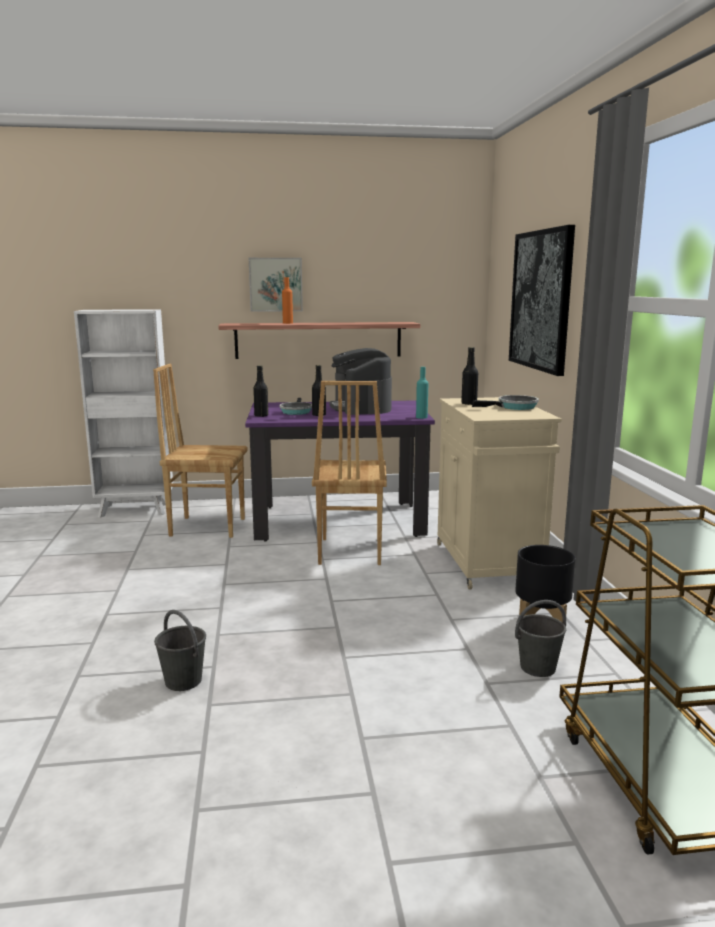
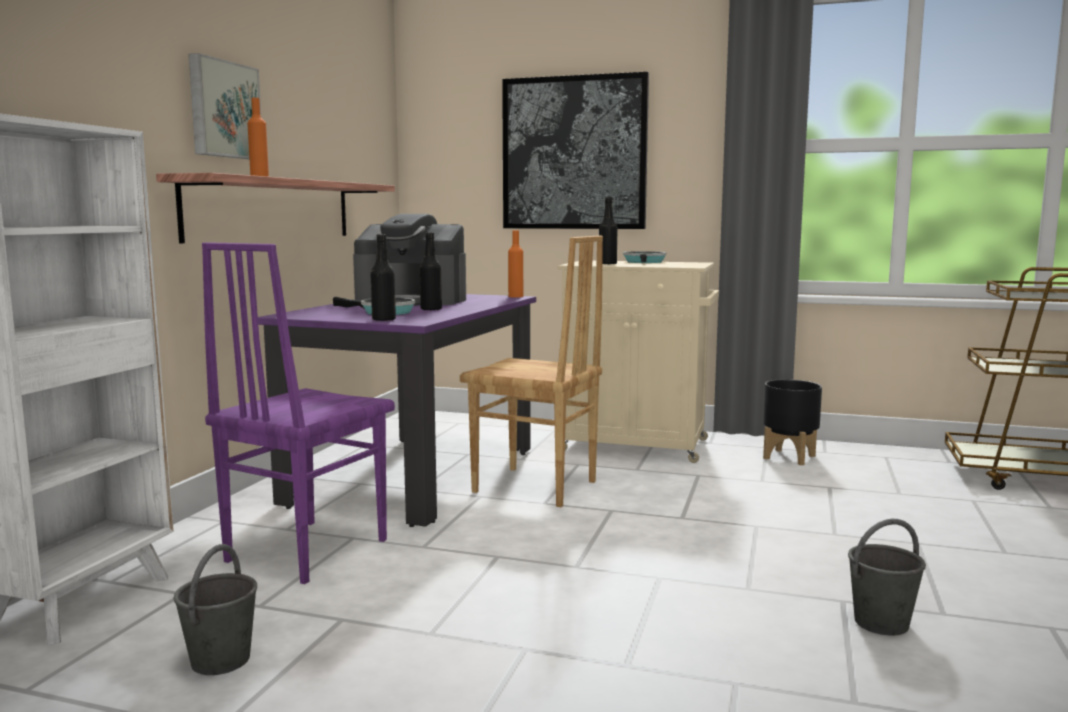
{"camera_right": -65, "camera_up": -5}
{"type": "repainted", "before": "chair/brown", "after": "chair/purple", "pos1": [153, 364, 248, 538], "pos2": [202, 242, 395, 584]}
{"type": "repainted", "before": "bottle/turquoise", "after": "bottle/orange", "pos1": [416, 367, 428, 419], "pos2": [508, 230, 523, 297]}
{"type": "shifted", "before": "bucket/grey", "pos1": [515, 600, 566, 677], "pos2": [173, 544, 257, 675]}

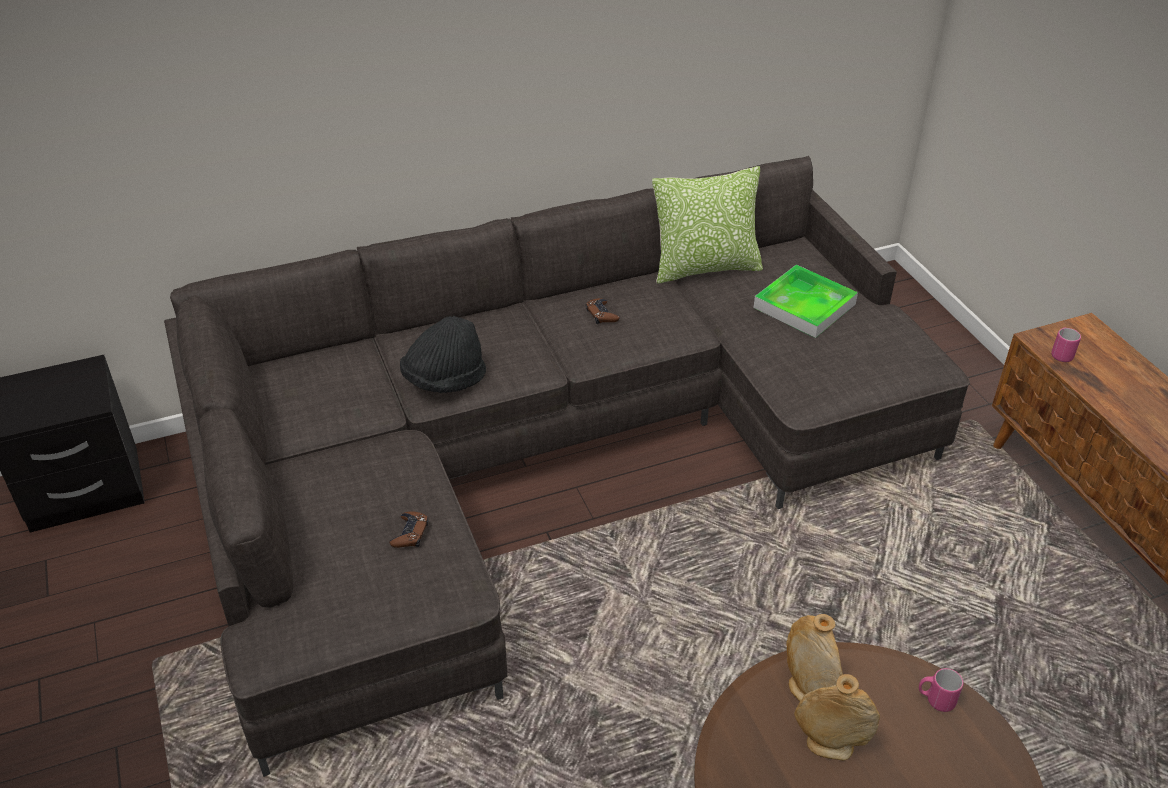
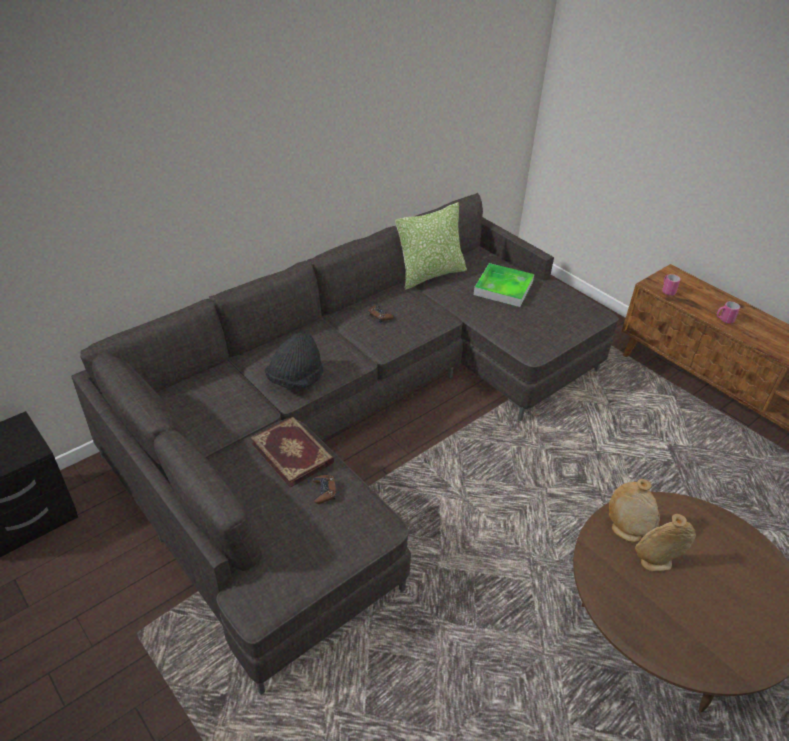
{"camera_right": -20, "camera_up": 0}
{"type": "shifted", "before": "mug/pink", "pos1": [919, 668, 963, 712], "pos2": [717, 301, 740, 324]}
{"type": "new", "after": "book", "pos2": [251, 417, 334, 488]}

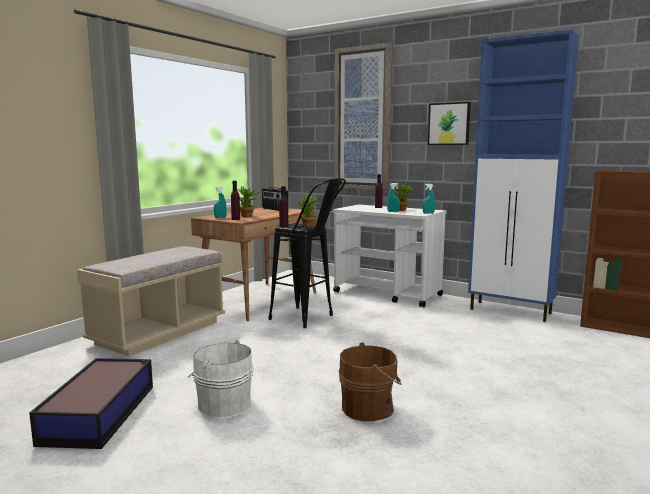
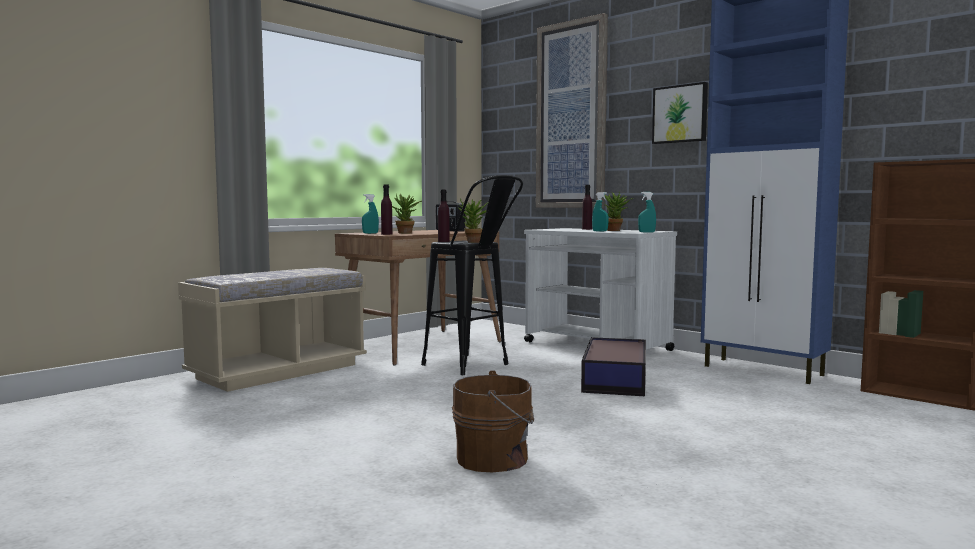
{"camera_right": 10, "camera_up": -5}
{"type": "gone", "before": "bucket/white", "pos1": [187, 340, 253, 417]}
{"type": "shifted", "before": "storage box", "pos1": [29, 358, 153, 449], "pos2": [581, 337, 646, 396]}

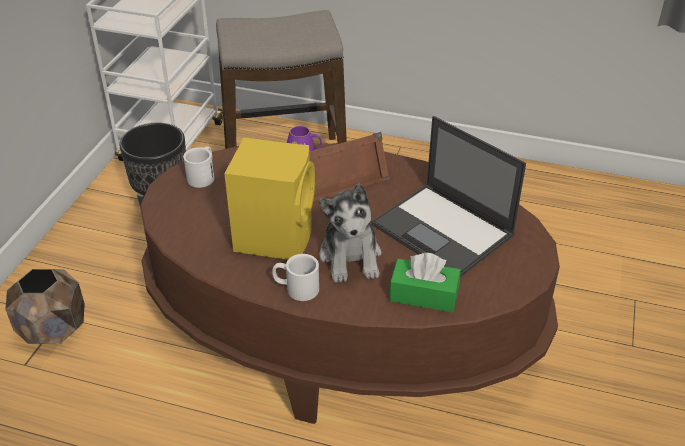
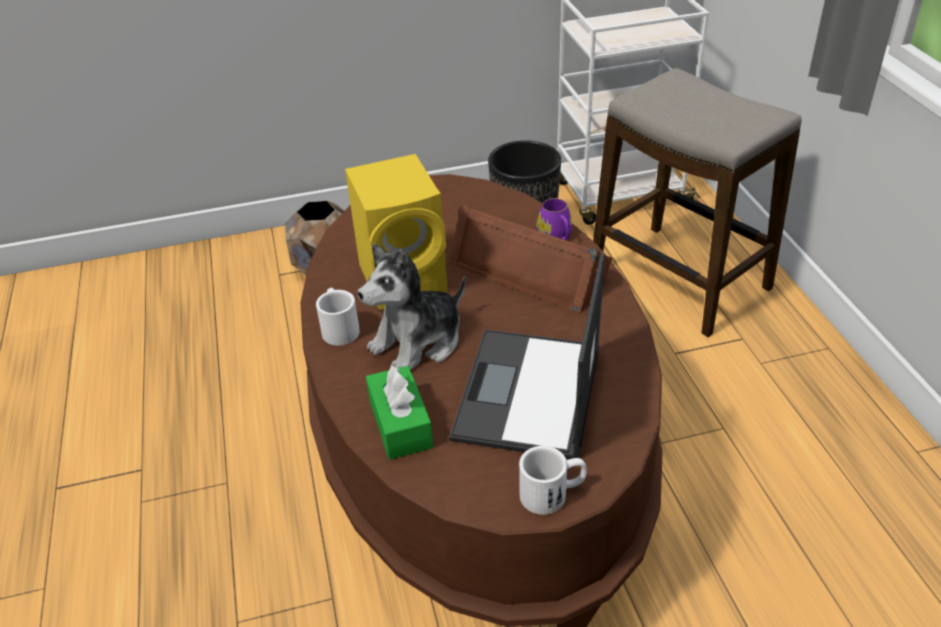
{"camera_right": 60, "camera_up": 0}
{"type": "shifted", "before": "mug/white", "pos1": [183, 146, 214, 188], "pos2": [519, 446, 587, 515]}

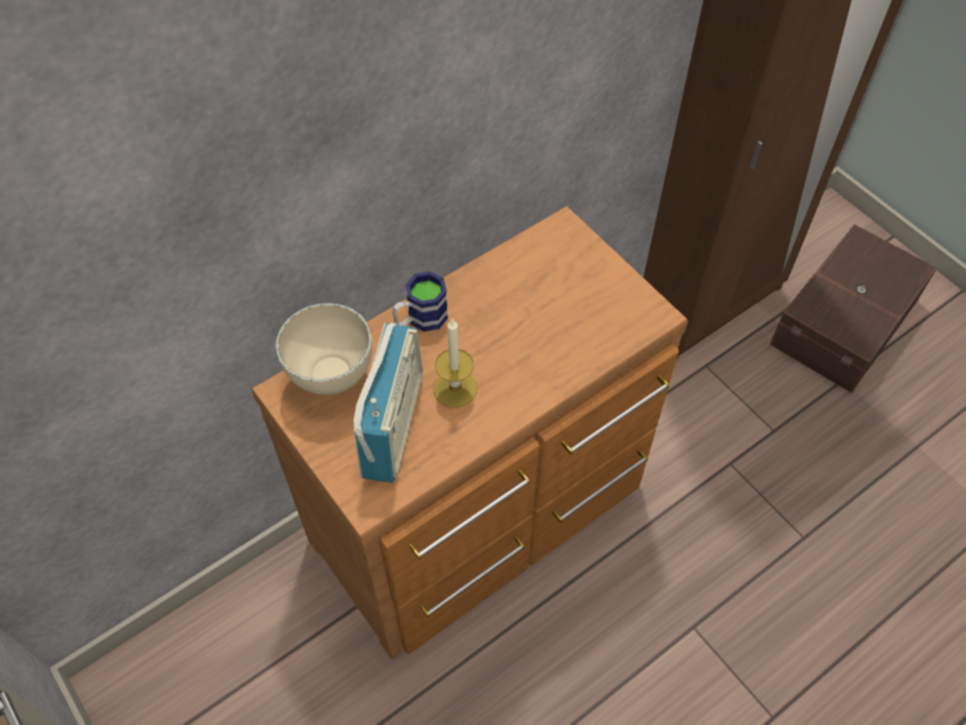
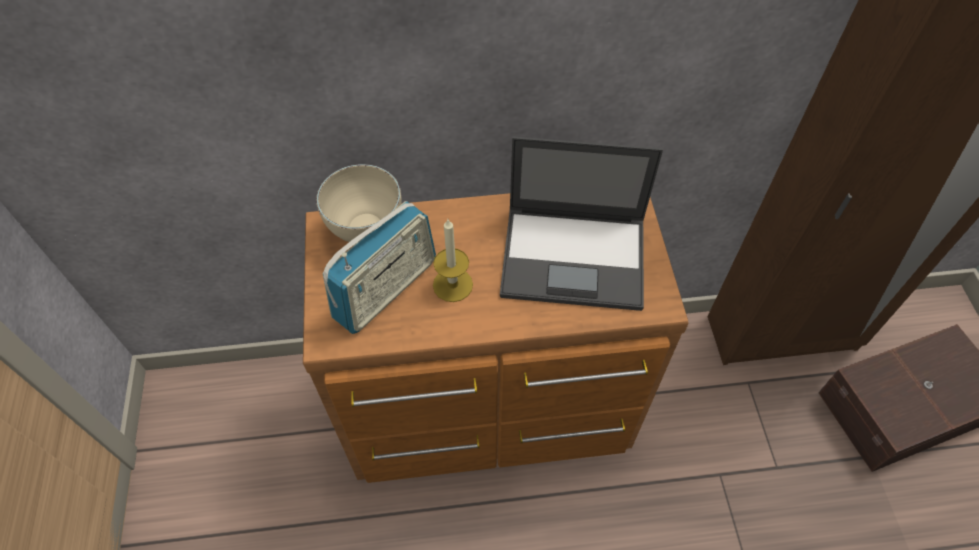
{"camera_right": 30, "camera_up": 0}
{"type": "gone", "before": "mug", "pos1": [392, 271, 448, 332]}
{"type": "new", "after": "laptop", "pos2": [500, 136, 663, 311]}

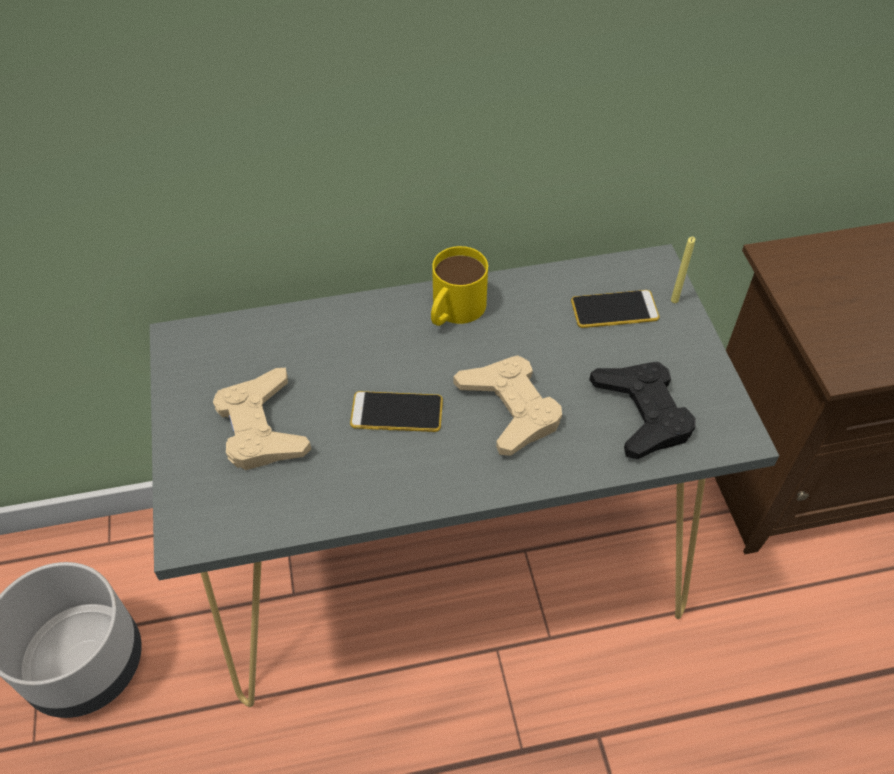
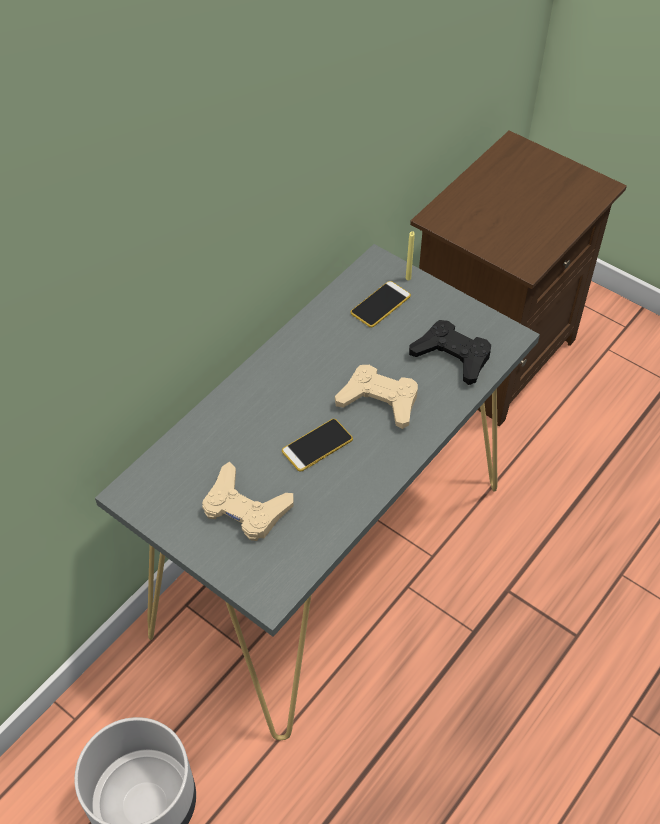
{"camera_right": -40, "camera_up": 0}
{"type": "gone", "before": "mug/yellow", "pos1": [431, 246, 488, 326]}

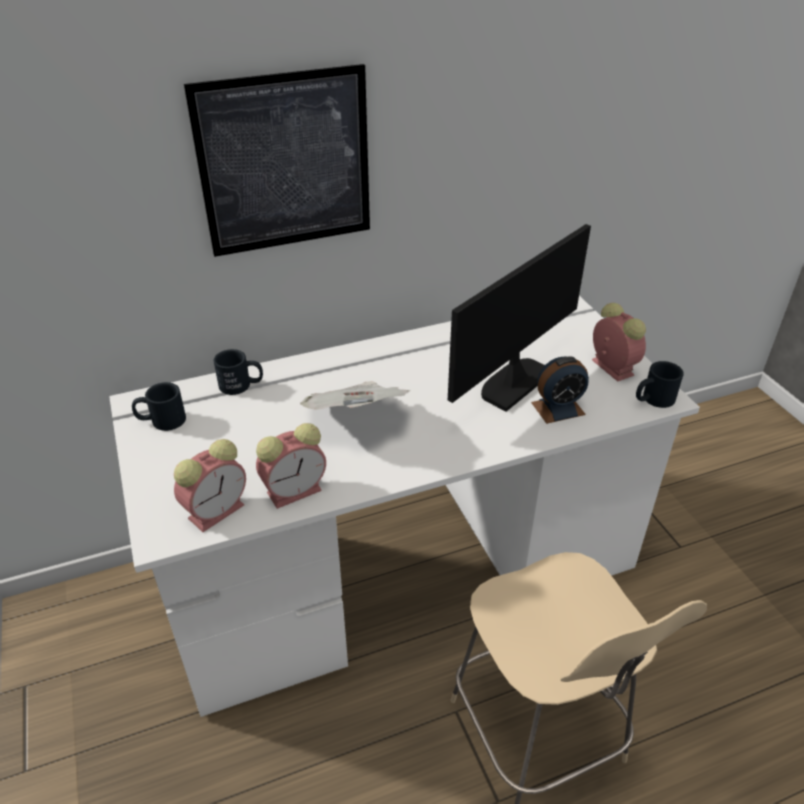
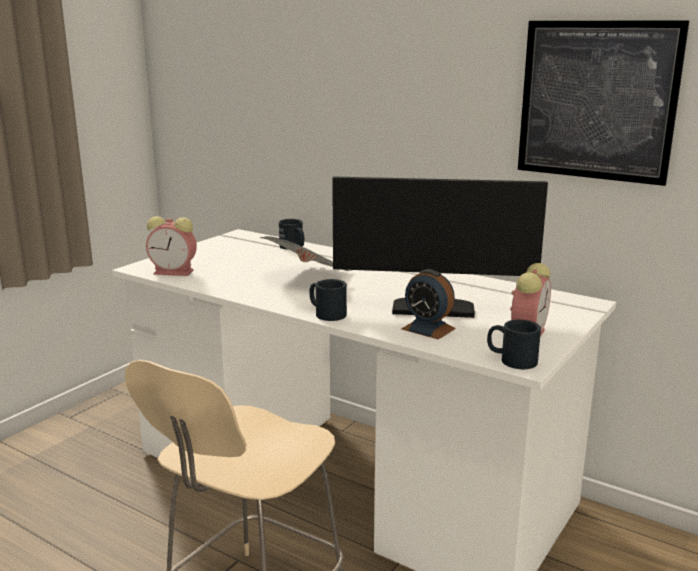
{"camera_right": 55, "camera_up": -20}
{"type": "shifted", "before": "picture", "pos1": [184, 64, 370, 257], "pos2": [518, 21, 689, 186]}
{"type": "shifted", "before": "mug/black", "pos1": [132, 382, 186, 431], "pos2": [309, 279, 347, 321]}
{"type": "gone", "before": "alarm clock", "pos1": [256, 423, 326, 509]}

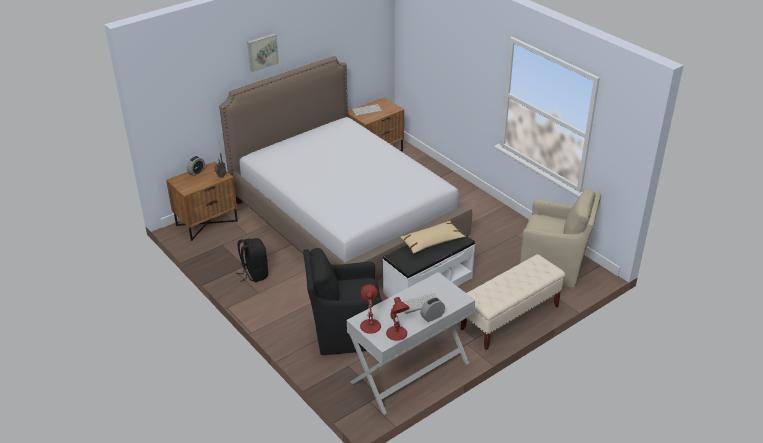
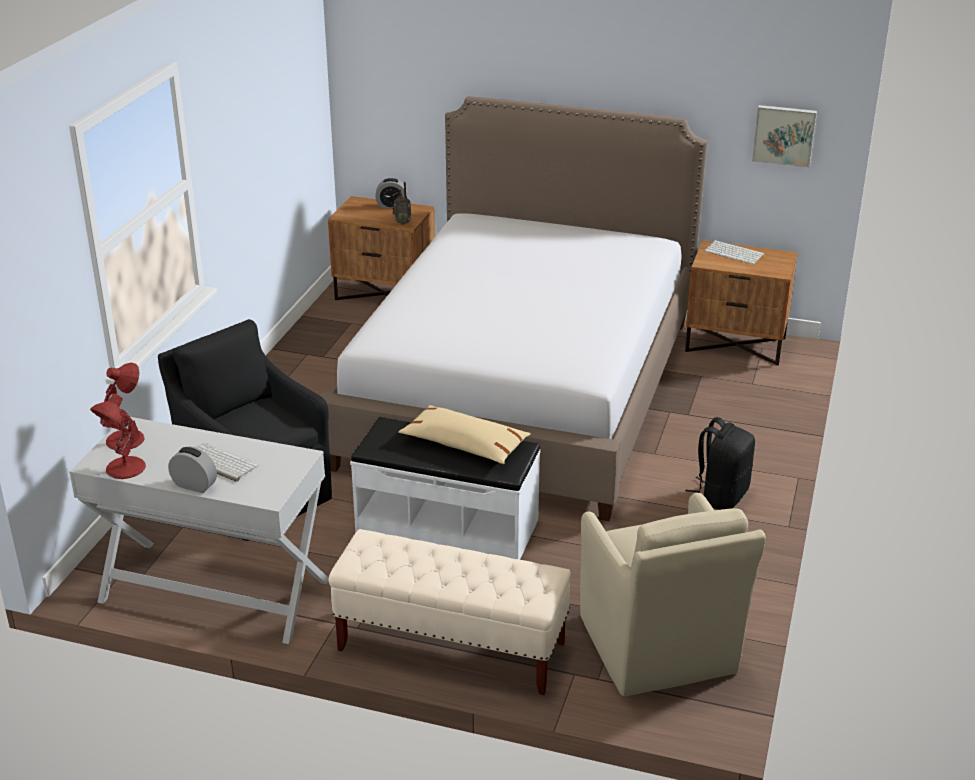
{"camera_right": 55, "camera_up": -5}
{"type": "shifted", "before": "picture", "pos1": [247, 33, 279, 72], "pos2": [752, 105, 817, 168]}
{"type": "shifted", "before": "backpack/black", "pos1": [236, 238, 268, 282], "pos2": [685, 417, 755, 510]}

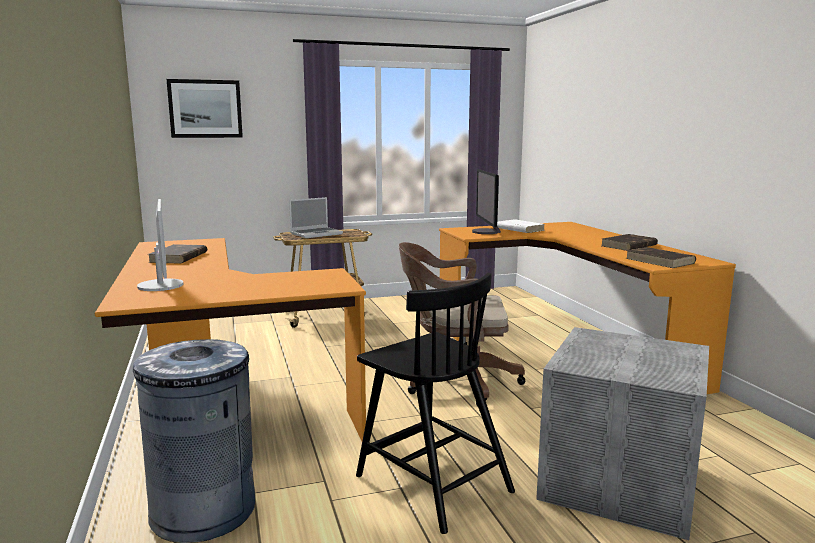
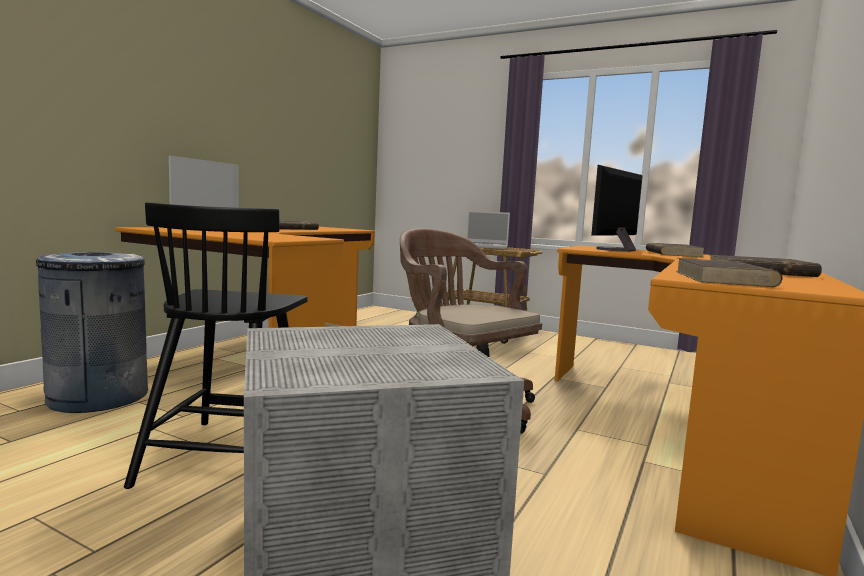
{"camera_right": 45, "camera_up": -5}
{"type": "gone", "before": "picture", "pos1": [167, 79, 243, 138]}
{"type": "repainted", "before": "book/white", "after": "book/brown", "pos1": [497, 219, 545, 233], "pos2": [646, 243, 704, 257]}

